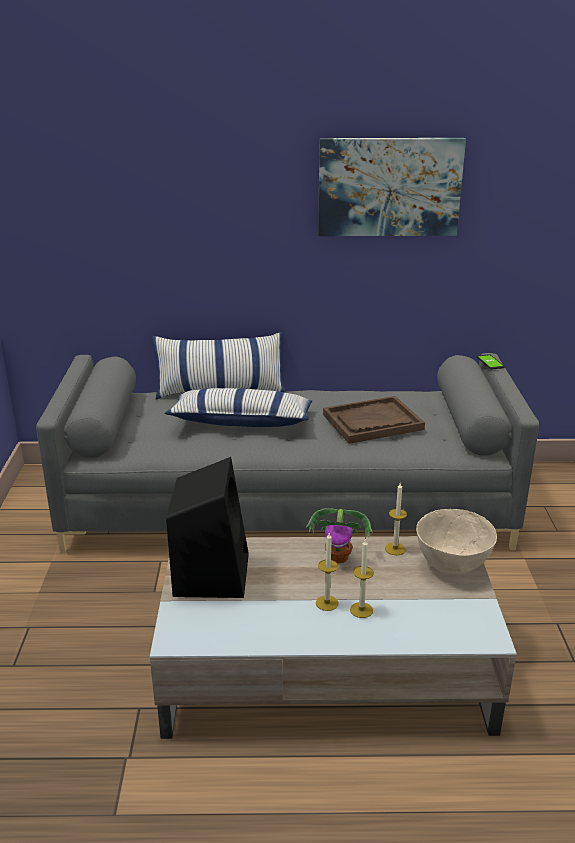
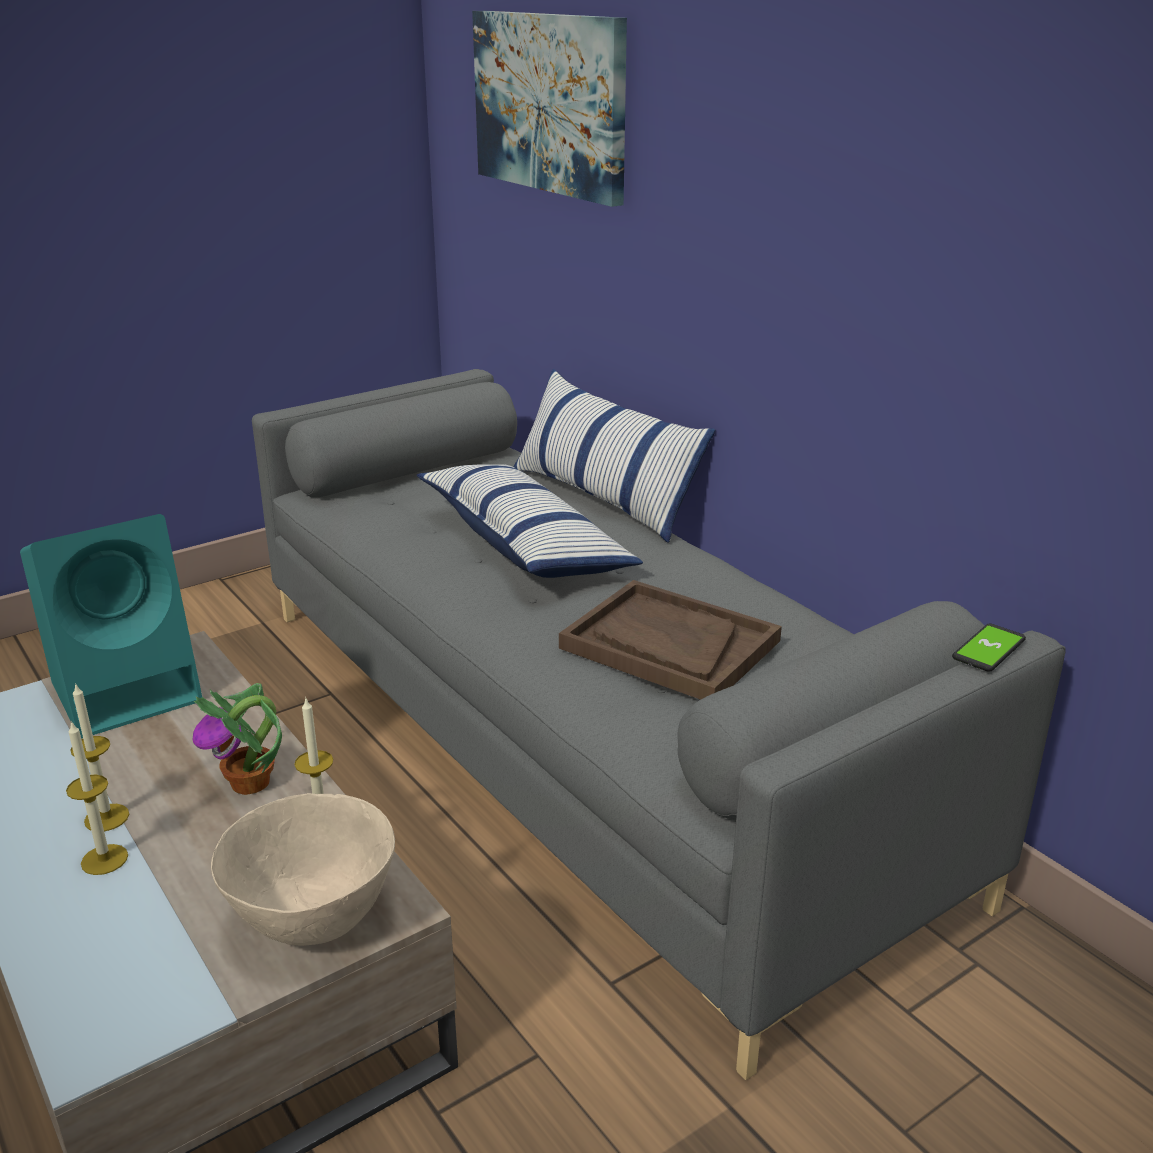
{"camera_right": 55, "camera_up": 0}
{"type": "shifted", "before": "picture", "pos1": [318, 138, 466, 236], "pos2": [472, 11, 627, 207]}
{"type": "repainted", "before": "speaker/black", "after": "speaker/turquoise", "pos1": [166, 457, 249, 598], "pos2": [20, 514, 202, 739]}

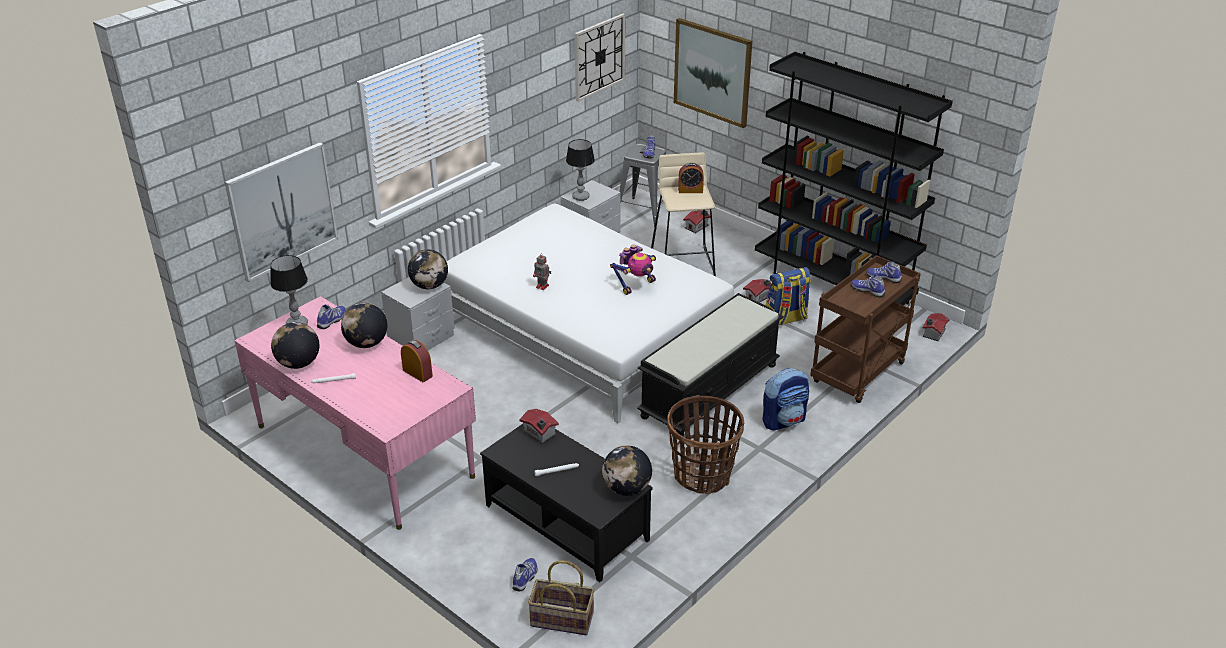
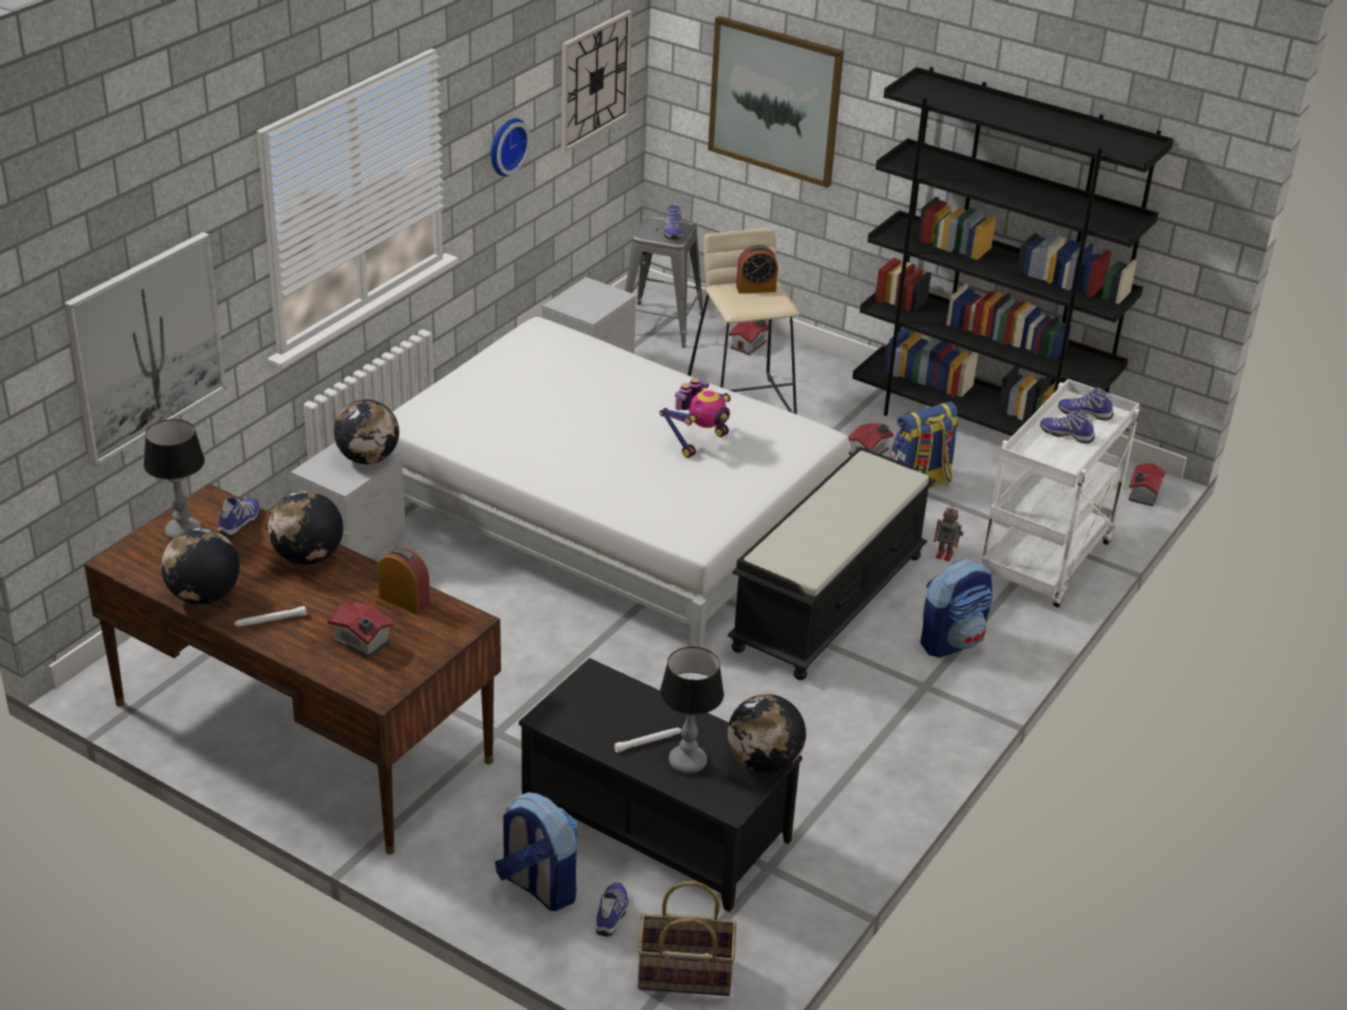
{"camera_right": -10, "camera_up": 0}
{"type": "shifted", "before": "table lamp", "pos1": [566, 139, 595, 201], "pos2": [660, 646, 724, 774]}
{"type": "shifted", "before": "toy robot", "pos1": [533, 253, 551, 290], "pos2": [933, 505, 963, 561]}
{"type": "repainted", "before": "cart/brown", "after": "cart/white", "pos1": [810, 255, 921, 403], "pos2": [982, 379, 1140, 607]}
{"type": "repainted", "before": "desk/pink", "after": "desk/brown", "pos1": [234, 296, 476, 530], "pos2": [84, 484, 501, 854]}
{"type": "gone", "before": "basket", "pos1": [667, 395, 744, 494]}
{"type": "shifted", "before": "toy house", "pos1": [520, 409, 559, 444], "pos2": [328, 602, 394, 659]}
{"type": "new", "after": "wall clock", "pos2": [490, 118, 531, 176]}
{"type": "new", "after": "backpack", "pos2": [495, 792, 579, 911]}

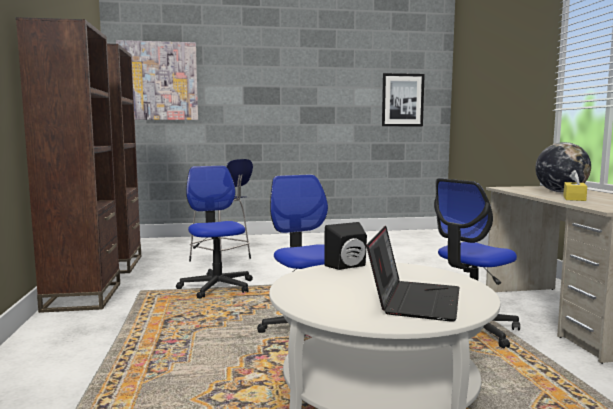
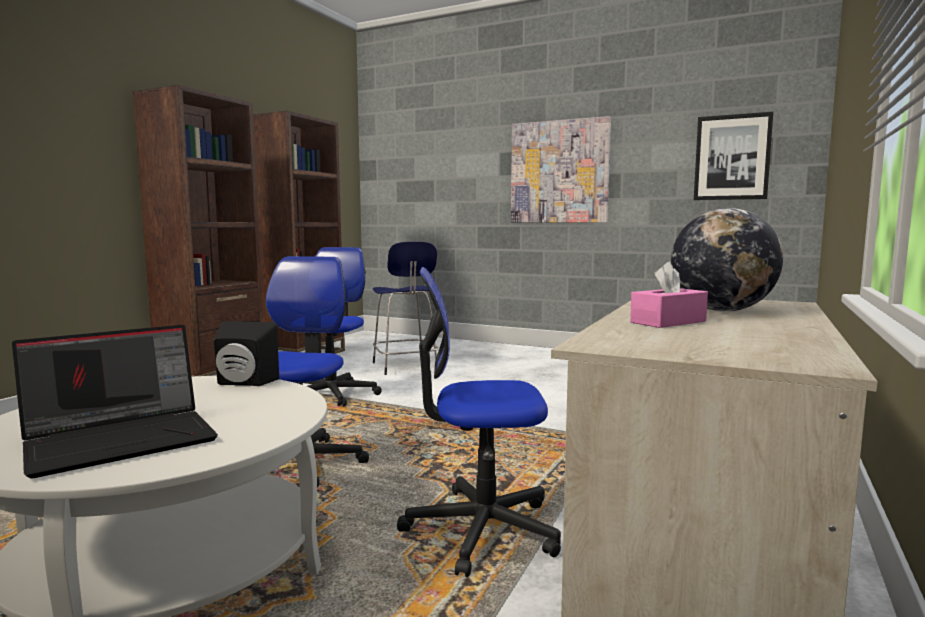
{"camera_right": 35, "camera_up": 0}
{"type": "shifted", "before": "picture", "pos1": [116, 40, 198, 120], "pos2": [511, 116, 611, 222]}
{"type": "repainted", "before": "tissue box/yellow", "after": "tissue box/pink", "pos1": [563, 170, 587, 201], "pos2": [630, 262, 708, 328]}

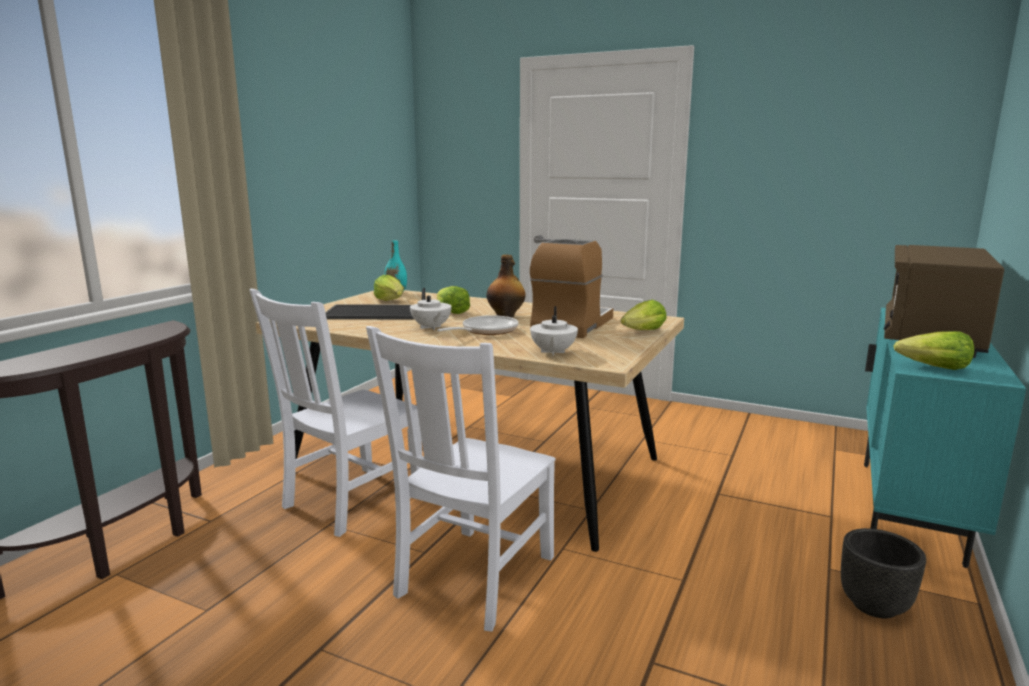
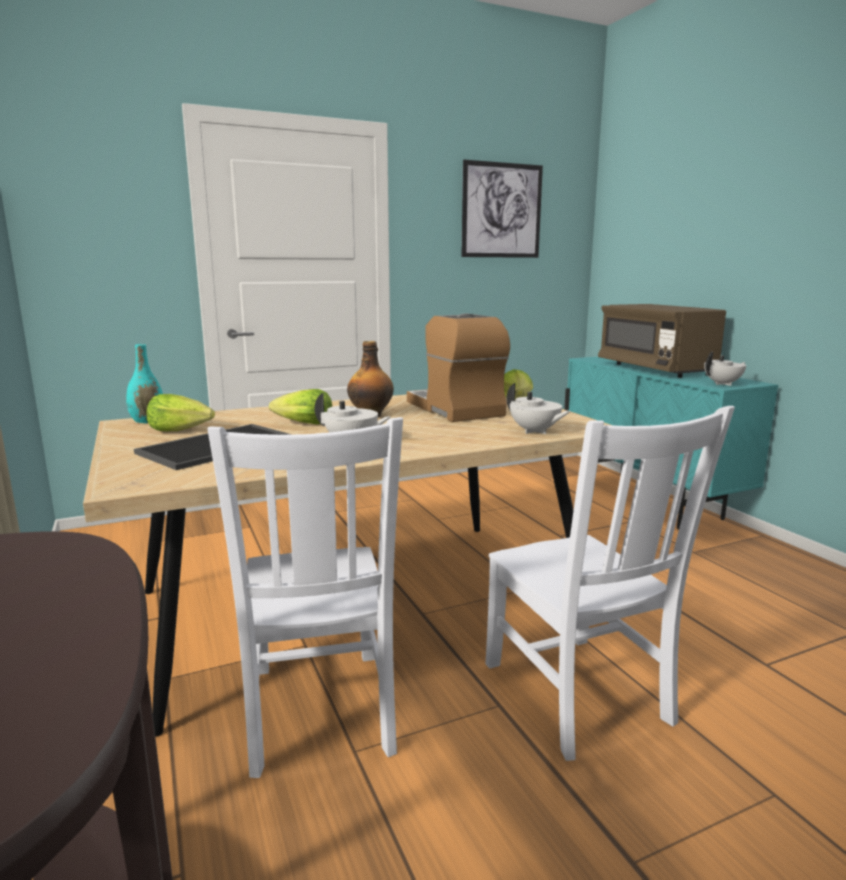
{"camera_right": -50, "camera_up": 0}
{"type": "gone", "before": "frying pan", "pos1": [437, 315, 518, 335]}
{"type": "swapped", "before": "lettuce", "after": "teapot/white", "pos1": [894, 331, 974, 370], "pos2": [704, 352, 746, 386]}
{"type": "gone", "before": "planter/black", "pos1": [841, 528, 926, 618]}
{"type": "new", "after": "picture", "pos2": [461, 160, 543, 258]}

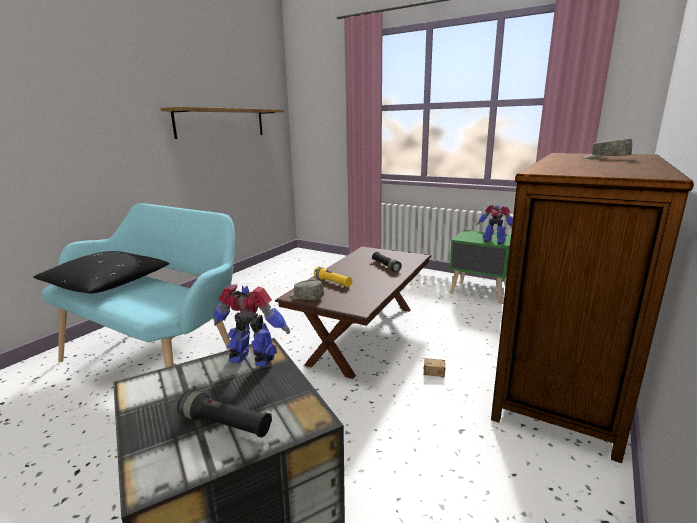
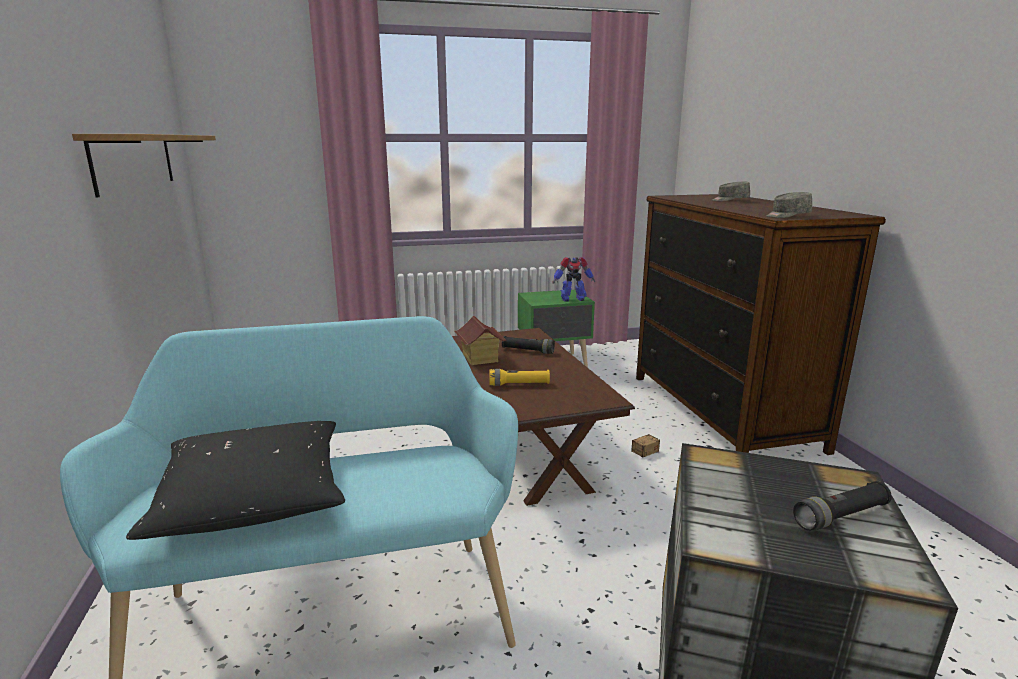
{"camera_right": -45, "camera_up": 0}
{"type": "shifted", "before": "cap/grey", "pos1": [289, 280, 324, 300], "pos2": [766, 192, 812, 218]}
{"type": "gone", "before": "toy robot", "pos1": [213, 284, 290, 367]}
{"type": "new", "after": "toy house", "pos2": [454, 316, 506, 365]}

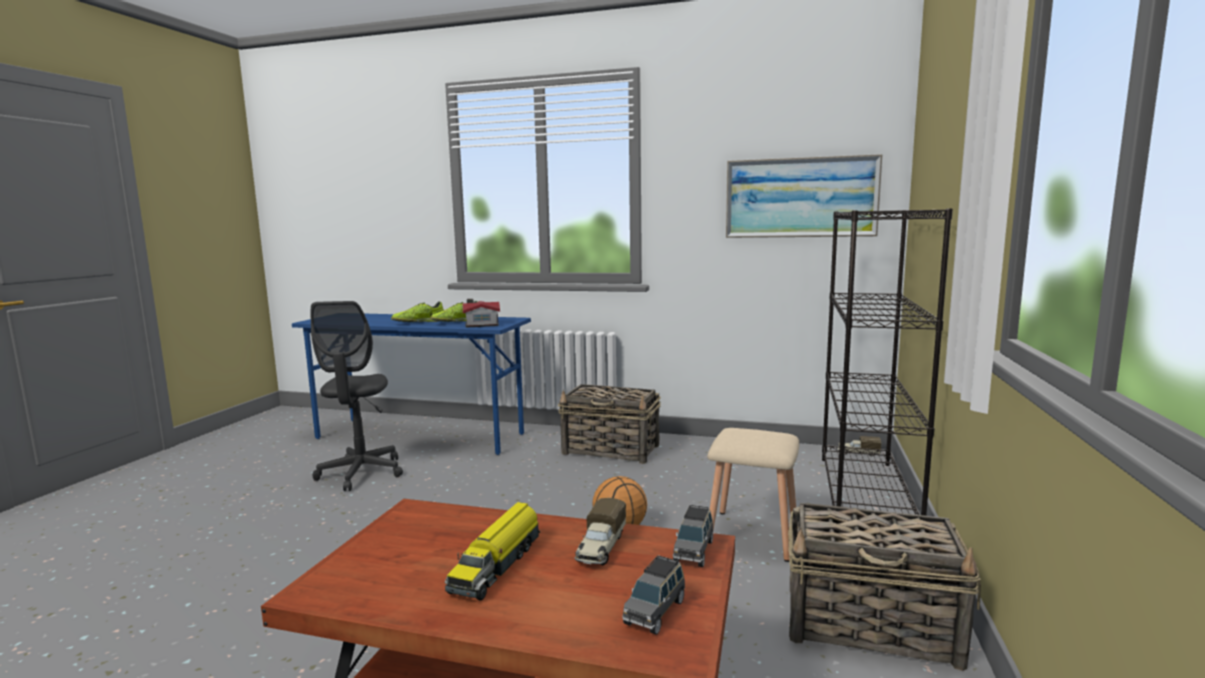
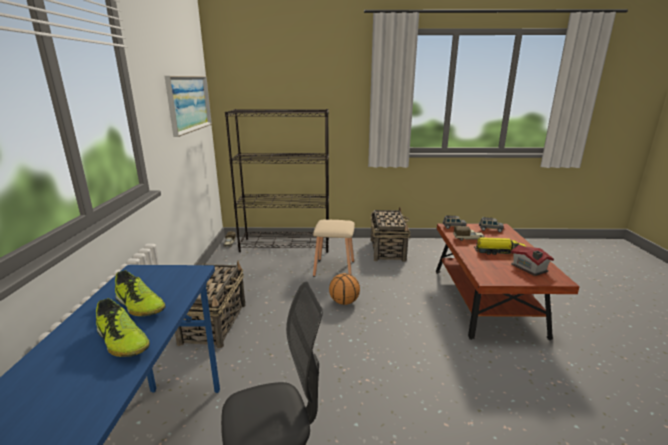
{"camera_right": -105, "camera_up": 10}
{"type": "shifted", "before": "toy house", "pos1": [462, 299, 500, 328], "pos2": [510, 244, 554, 276]}

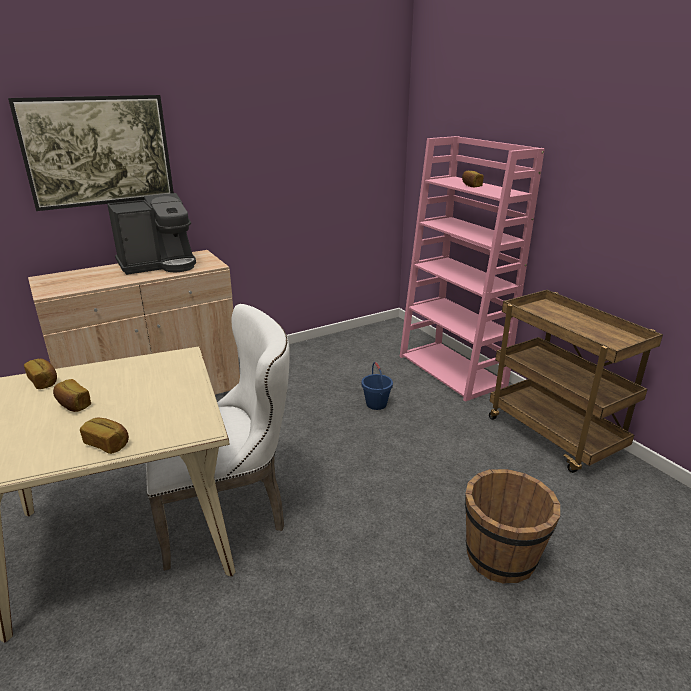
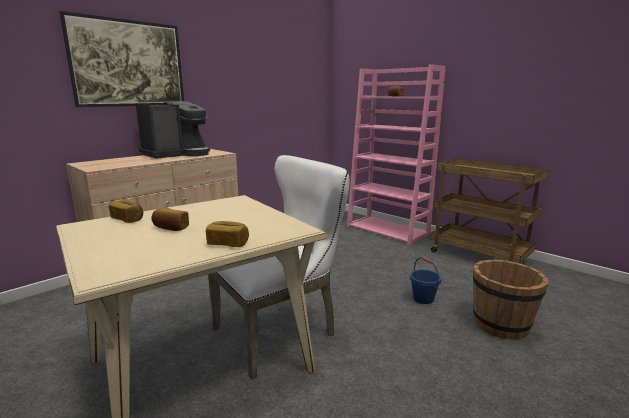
{"camera_right": -15, "camera_up": -10}
{"type": "shifted", "before": "bucket/blue", "pos1": [361, 362, 393, 410], "pos2": [410, 257, 441, 304]}

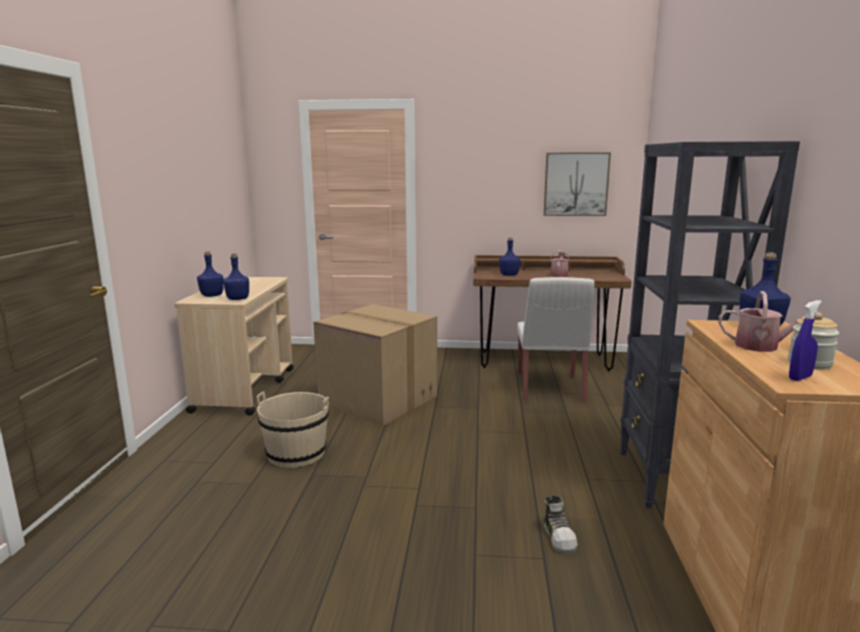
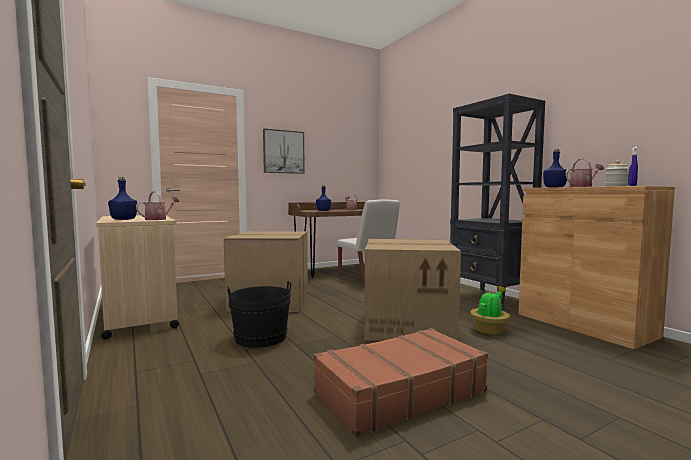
{"camera_right": -35, "camera_up": -10}
{"type": "shifted", "before": "picture", "pos1": [544, 152, 611, 216], "pos2": [263, 128, 305, 174]}
{"type": "swapped", "before": "bottle/blue", "after": "watering can", "pos1": [223, 254, 249, 300], "pos2": [136, 191, 180, 220]}
{"type": "repainted", "before": "bucket/beige", "after": "bucket/black", "pos1": [257, 391, 329, 468], "pos2": [227, 281, 291, 348]}
{"type": "swapped", "before": "shoe", "after": "potted plant", "pos1": [543, 496, 578, 554], "pos2": [470, 286, 510, 335]}
{"type": "new", "after": "cardboard box", "pos2": [364, 239, 461, 341]}
{"type": "new", "after": "suitcase/brown", "pos2": [314, 328, 488, 437]}

